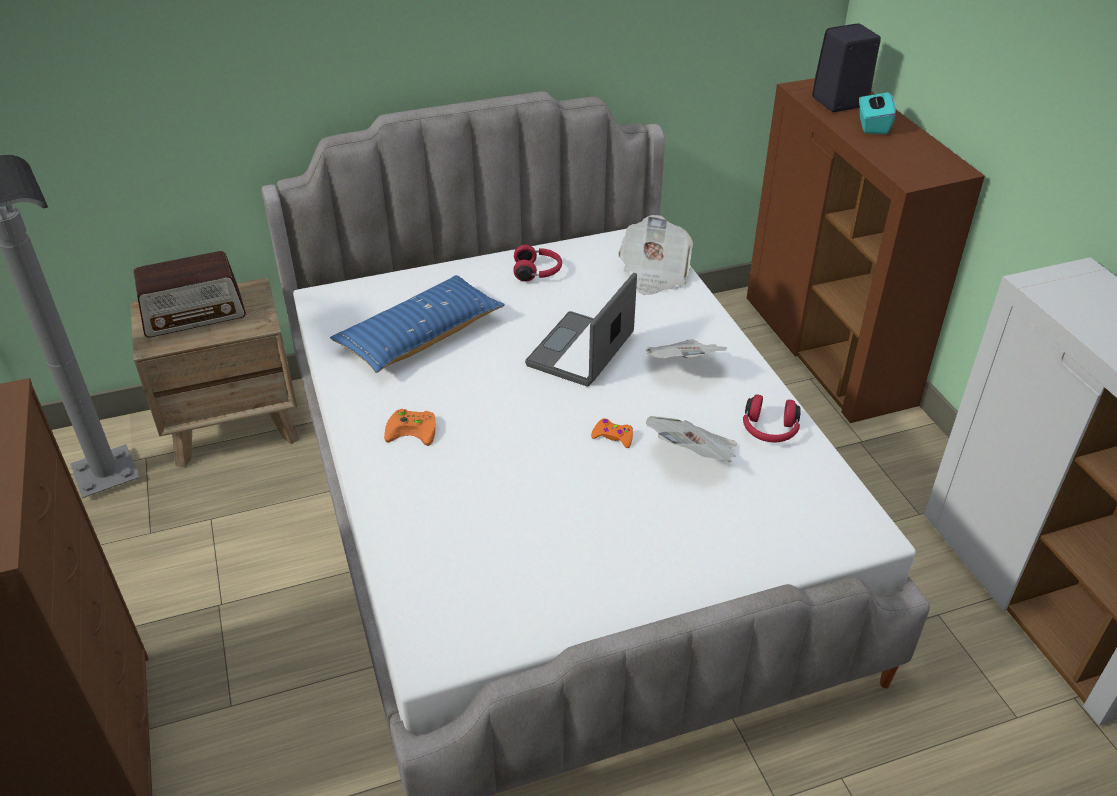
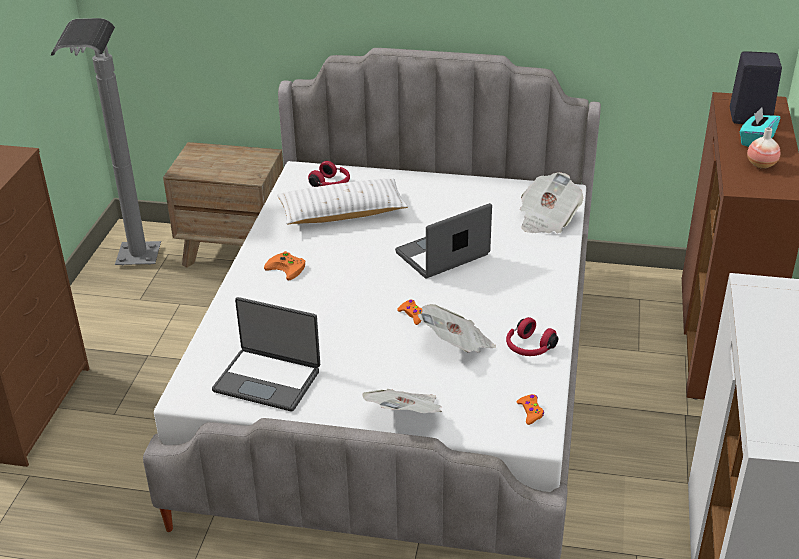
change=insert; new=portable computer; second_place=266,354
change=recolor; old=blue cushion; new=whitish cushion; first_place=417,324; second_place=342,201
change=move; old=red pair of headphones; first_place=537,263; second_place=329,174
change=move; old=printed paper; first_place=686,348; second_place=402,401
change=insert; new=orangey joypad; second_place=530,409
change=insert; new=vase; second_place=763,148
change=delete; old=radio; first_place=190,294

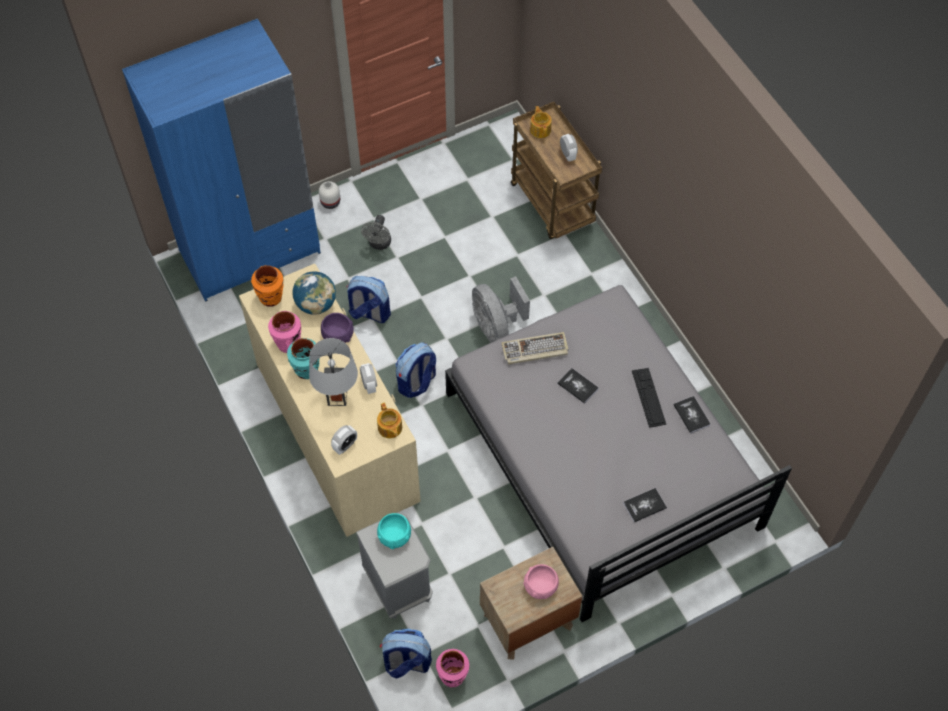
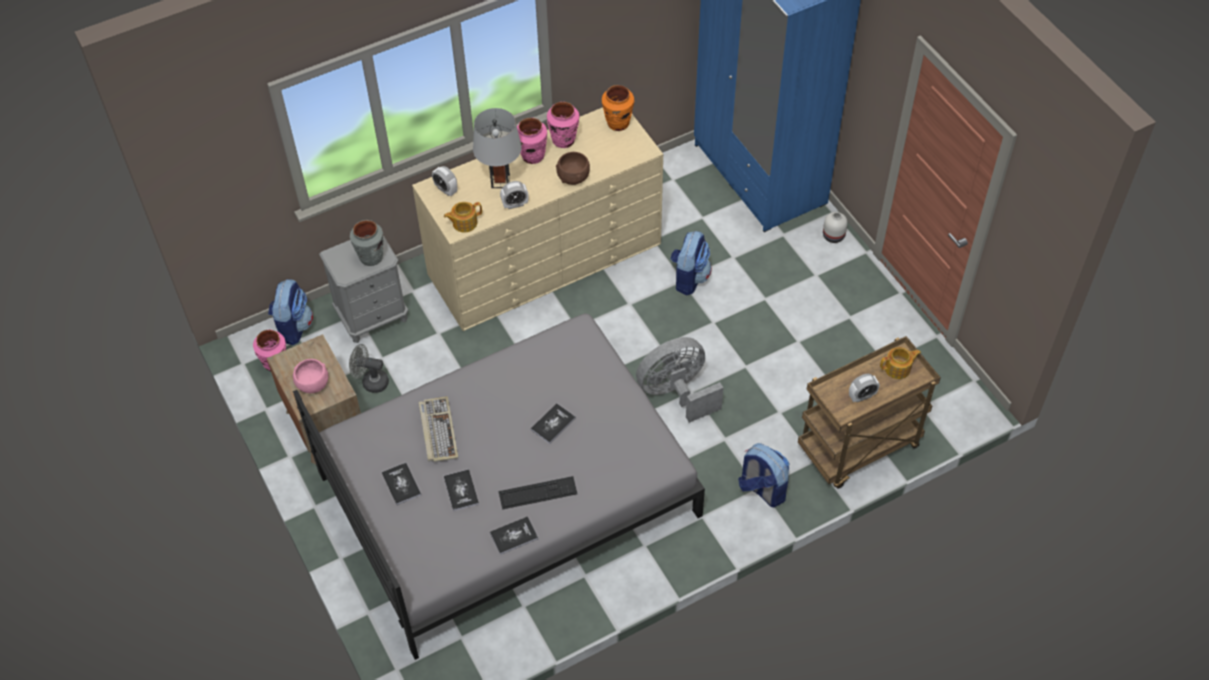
change=move; old=gray electric fan; first_place=376,232; second_place=369,368
change=replace; old=blue-green bowl; new=gray vase; first_place=394,531; second_place=367,243
change=move; old=computer keyboard; first_place=535,348; second_place=438,429
change=insert; new=volume; second_place=461,490
change=recolor; old=blue-green vase; new=pink vase; first_place=303,358; second_place=532,141
change=recolor; old=purplish bowl; new=brownish bowl; first_place=337,328; second_place=573,168
change=move; old=backpack; first_place=416,370; second_place=763,475
change=delete; old=desk globe; first_place=314,293

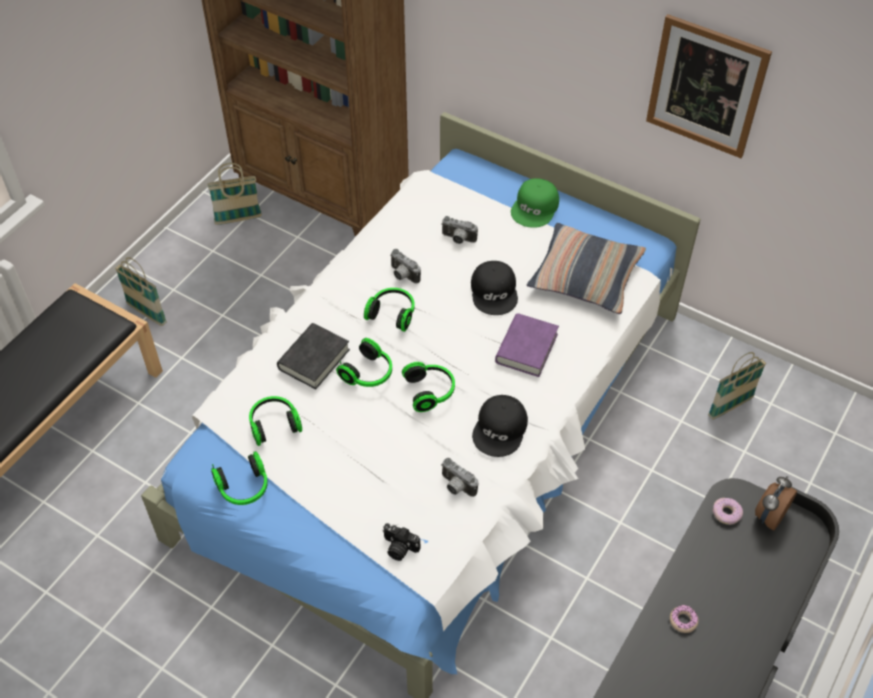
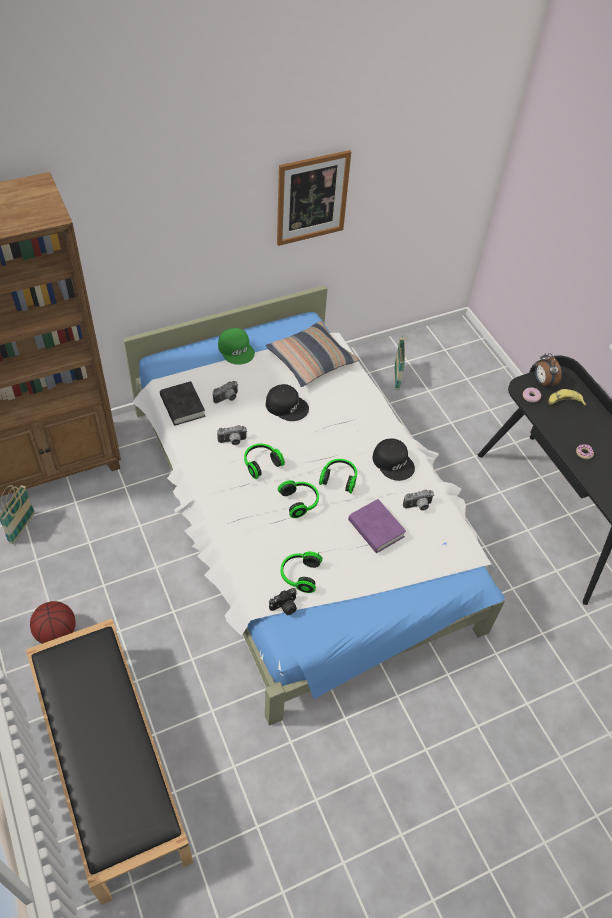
change=replace; old=household basket; new=ball for basketball; first_place=141,291; second_place=53,622
change=move; old=black volume; first_place=313,356; second_place=182,403
change=move; old=still camera; first_place=401,542; second_place=283,601
change=move; old=purplish volume; first_place=527,345; second_place=377,526
change=insert; new=banana; second_place=567,397
change=delete; old=pair of headphones; first_place=239,478

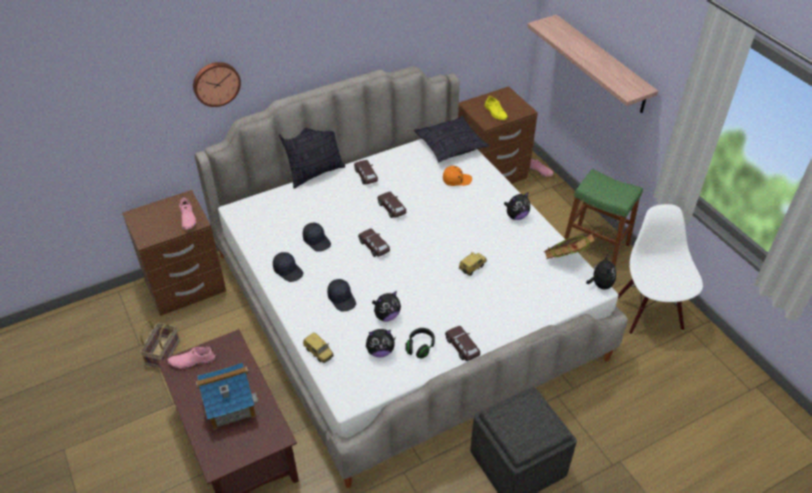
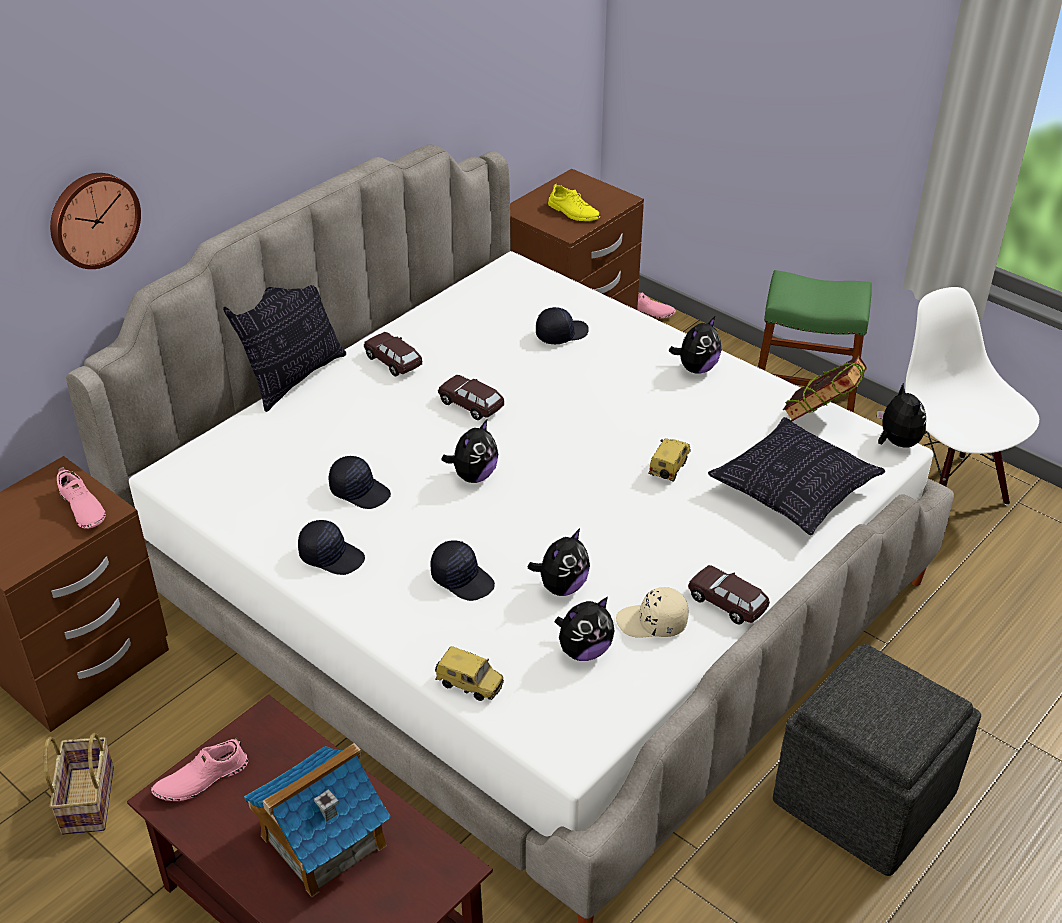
change=replace; old=brownish miniature car; new=cuddly toy; first_place=374,242; second_place=469,451
change=recolor; old=orangey peaked cap; new=black peaked cap; first_place=457,176; second_place=562,325
change=replace; old=black pair of headphones; new=beige peaked cap; first_place=420,343; second_place=652,612
change=move; old=cushion; first_place=451,139; second_place=796,476
change=delete; old=shelf; first_place=592,64

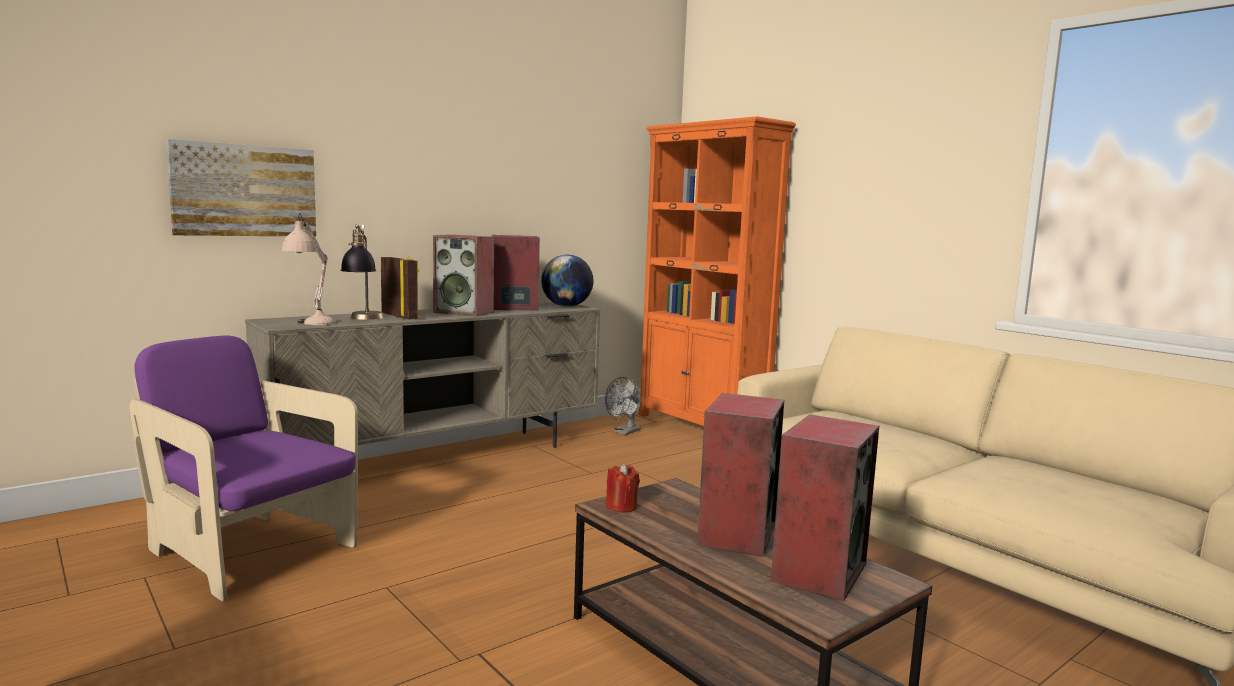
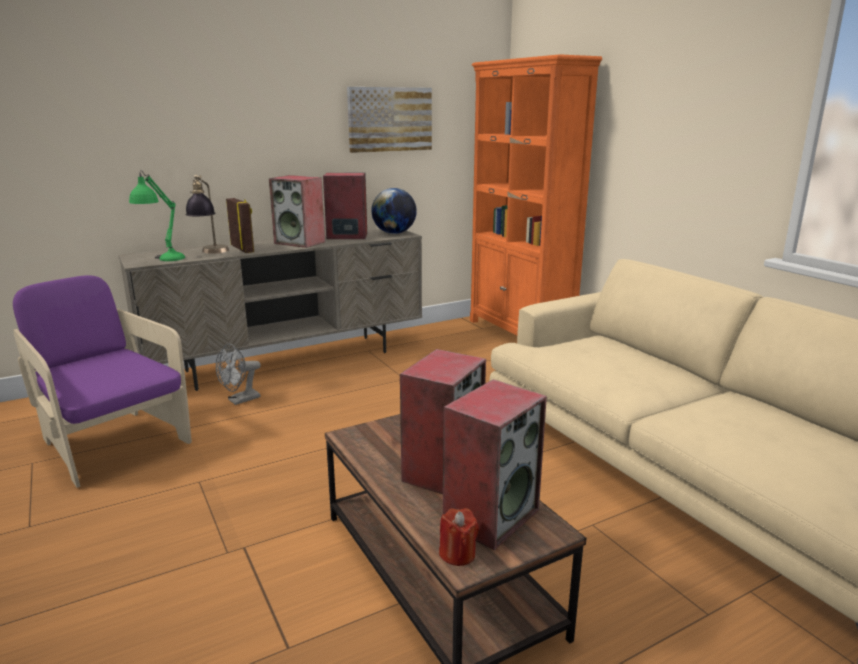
change=recolor; old=beige tabletop lamp; new=greenish tabletop lamp; first_place=308,269; second_place=157,215
change=move; old=gray electric fan; first_place=623,406; second_place=238,374
change=move; old=picture; first_place=241,188; second_place=389,120
change=move; old=red candle; first_place=622,488; second_place=459,537

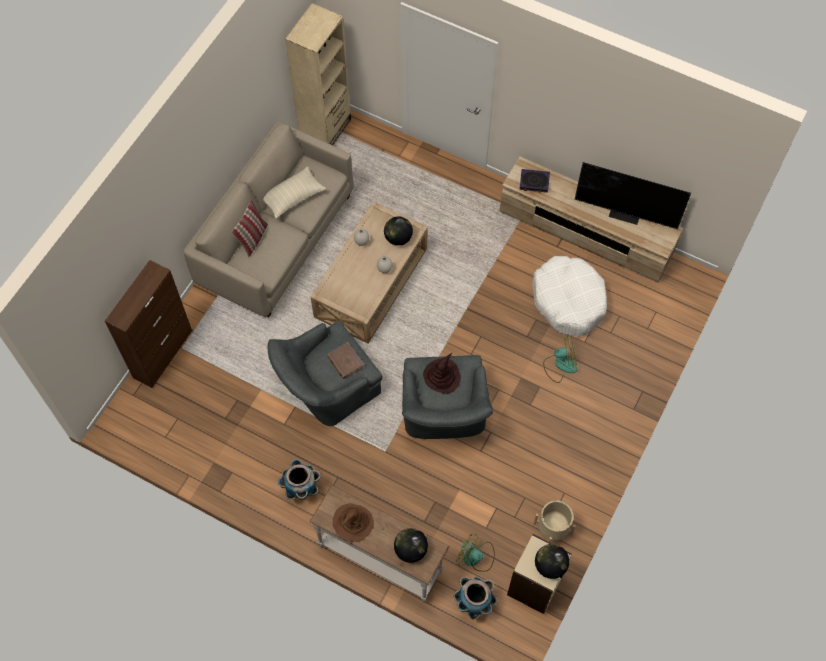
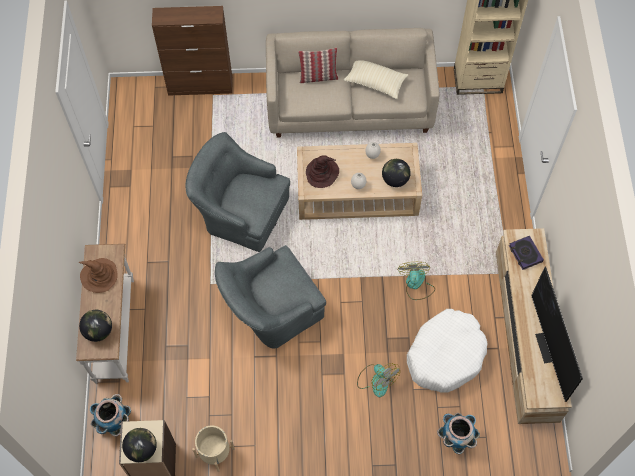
change=move; old=brownish wearable hat; first_place=442,373; second_place=322,172
change=move; old=electric fan; first_place=475,553; second_place=416,281
change=move; old=plant pot; first_place=299,479; second_place=458,433
change=delete; old=brownish volume; first_place=345,360

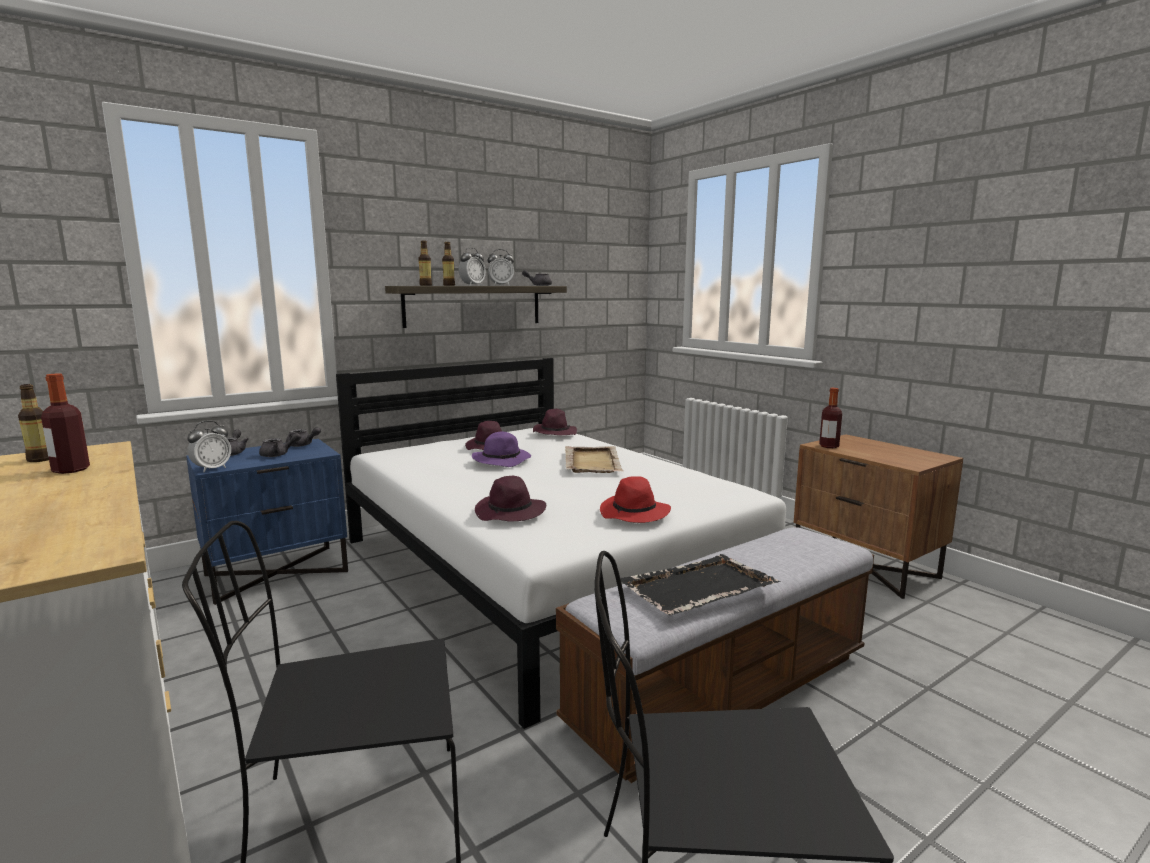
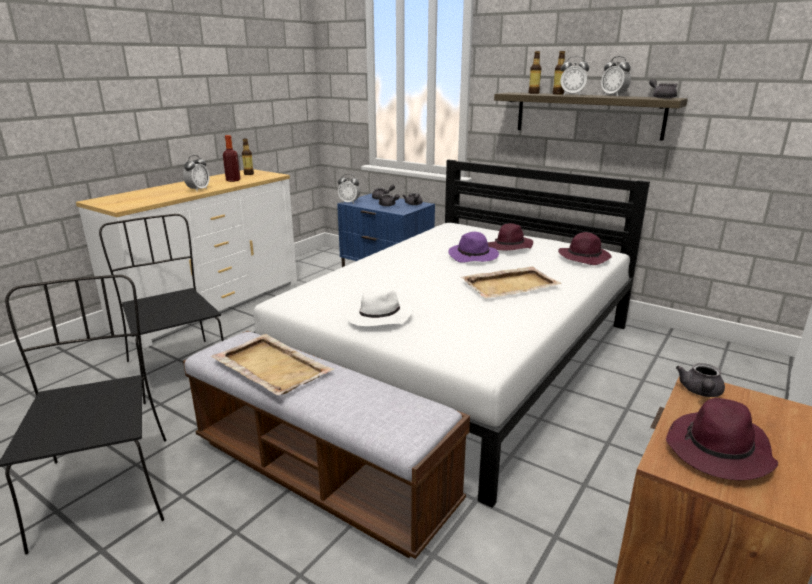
change=insert; new=alarm clock; second_place=196,173
change=recolor; old=black carrying tray; new=beige carrying tray; first_place=700,584; second_place=272,364
change=recolor; old=red wearable hat; new=whitish wearable hat; first_place=635,499; second_place=379,306
change=move; old=purplish wearable hat; first_place=510,498; second_place=722,439
change=replace; old=drink bottle; new=gray teapot; first_place=830,418; second_place=700,380

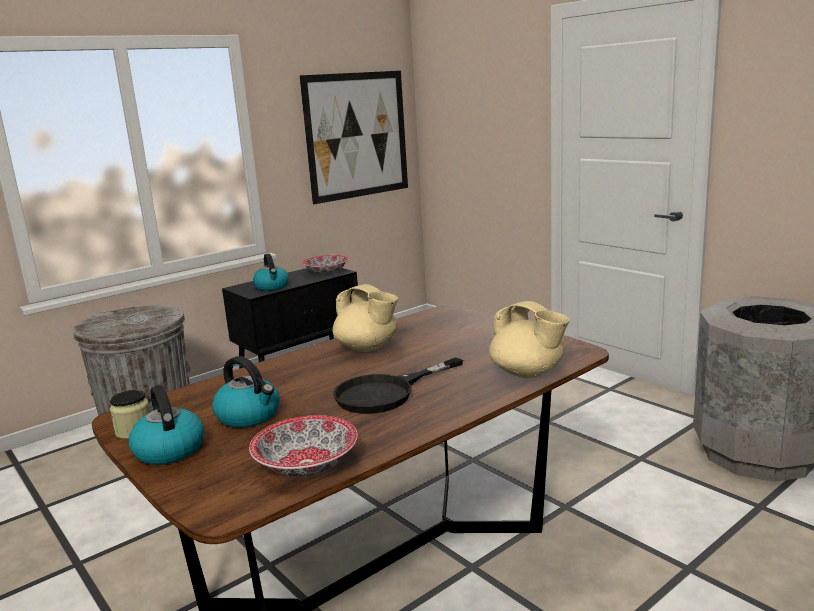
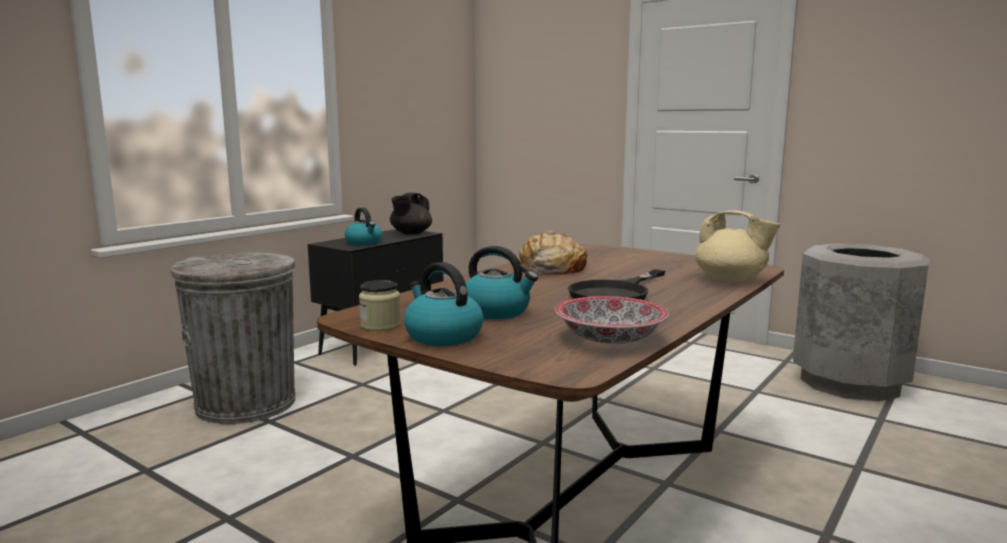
change=replace; old=bowl; new=black teapot; first_place=325,264; second_place=411,214
change=replace; old=beige teapot; new=bread; first_place=365,318; second_place=553,253
change=delete; old=picture; first_place=354,137

